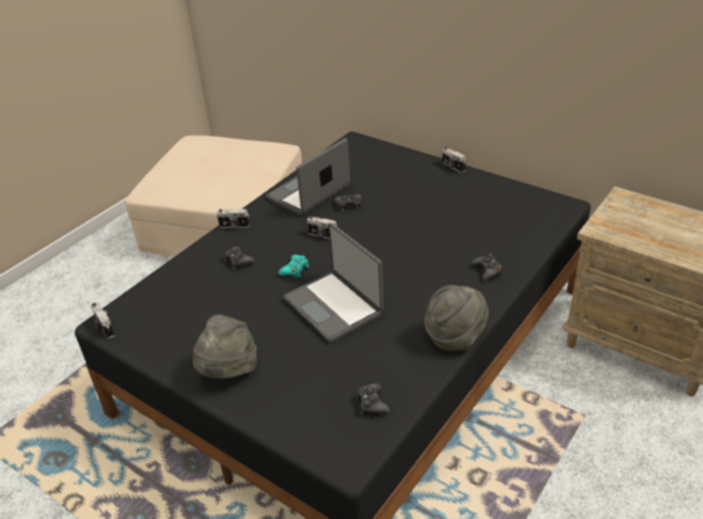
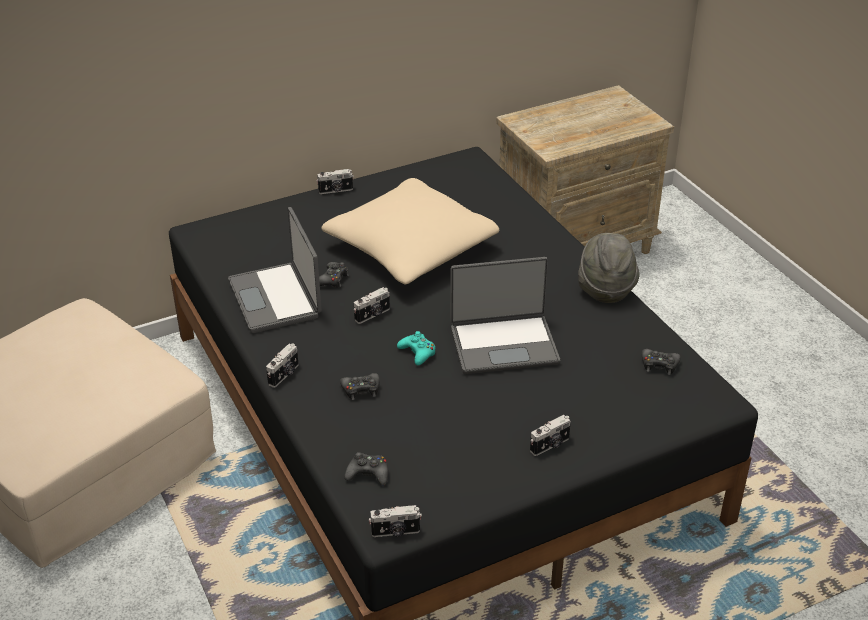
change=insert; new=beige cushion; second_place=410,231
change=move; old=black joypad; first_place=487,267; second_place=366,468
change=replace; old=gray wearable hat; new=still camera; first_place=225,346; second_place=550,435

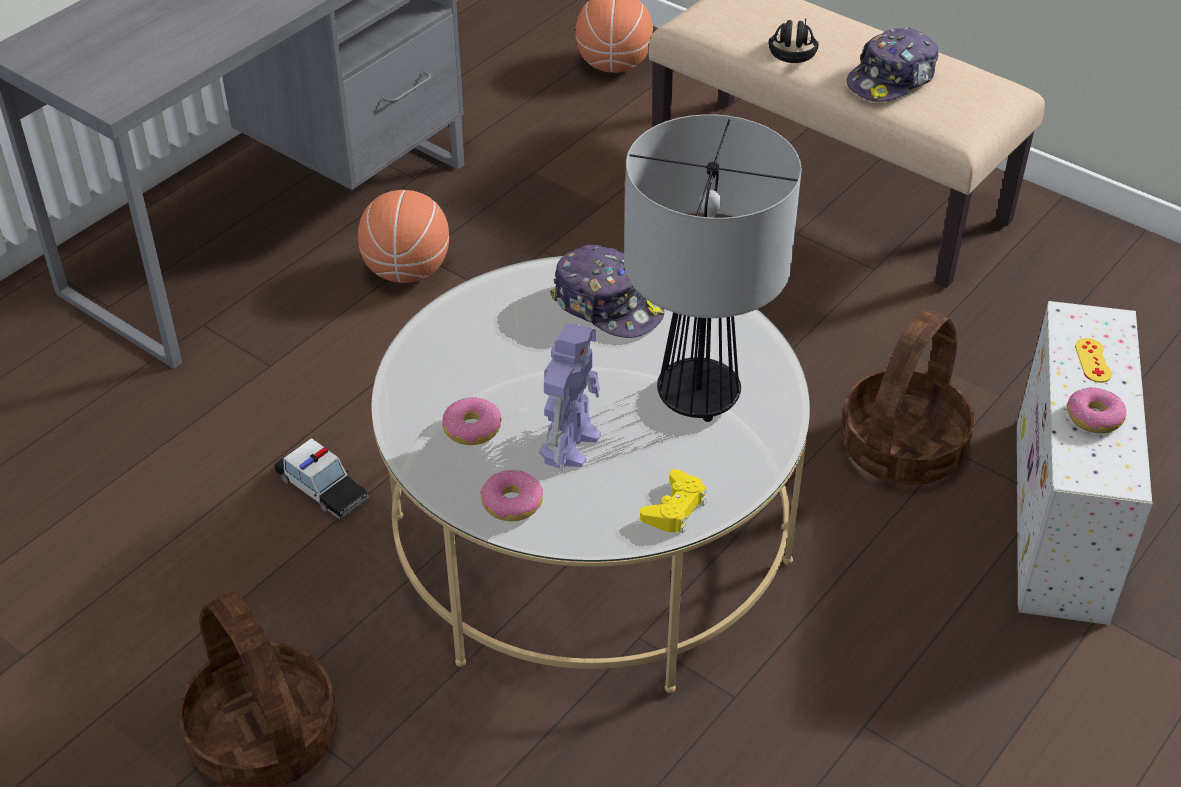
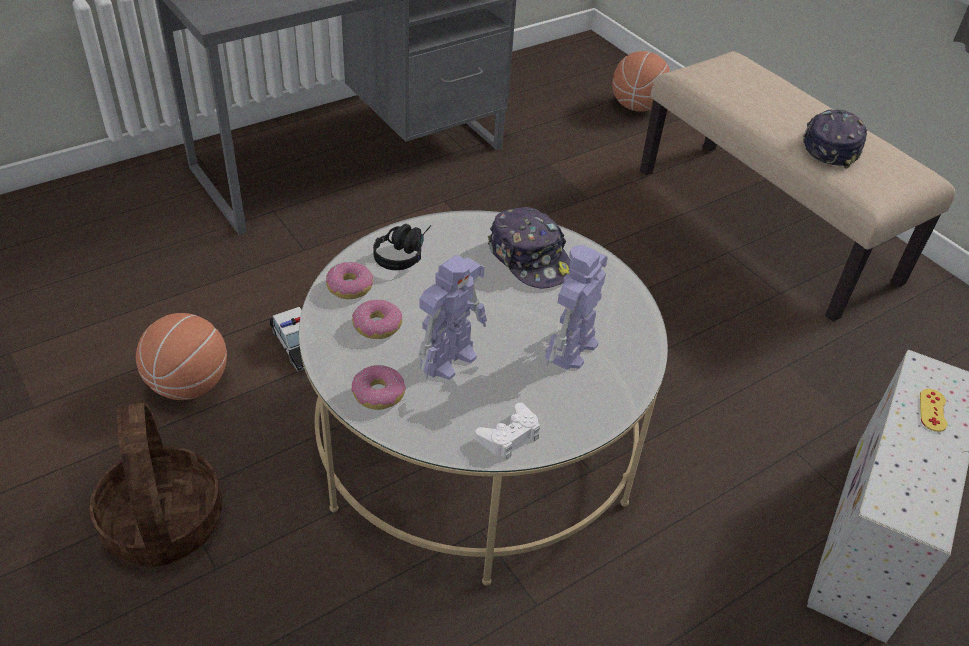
change=move; old=ball for basketball; first_place=403,236; second_place=181,356
change=move; old=donut; first_place=1096,410; second_place=349,280
change=move; old=black pair of headphones; first_place=793,40; second_place=402,247
change=recolor; old=yellowish joypad; new=whitish joypad; first_place=673,501; second_place=507,431
change=replace; old=tabletop lamp; new=robot figure; first_place=713,268; second_place=576,307
change=rotate; old=peaked cap; first_place=892,65; second_place=835,139; degrees=135
change=delete; old=household basket; first_place=908,397

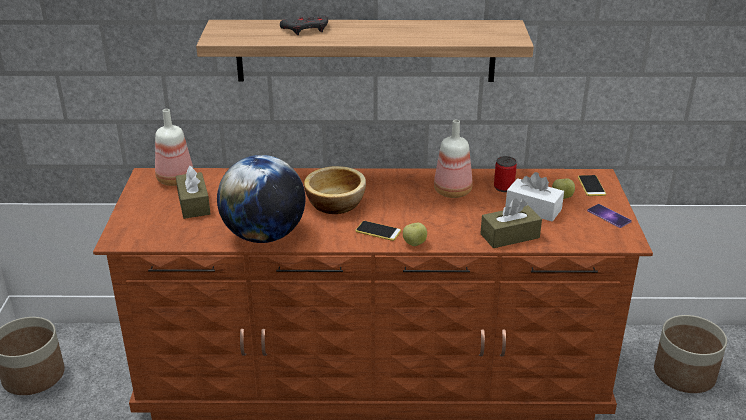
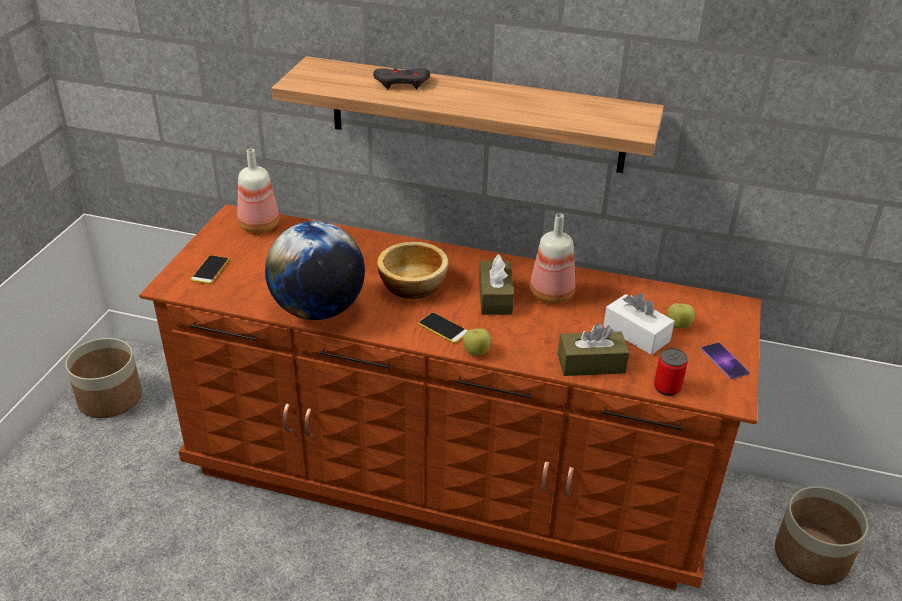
change=move; old=telephone; first_place=592,185; second_place=209,269
change=move; old=brownish tissue holder; first_place=193,192; second_place=496,284
change=move; old=sealed can; first_place=505,174; second_place=670,372

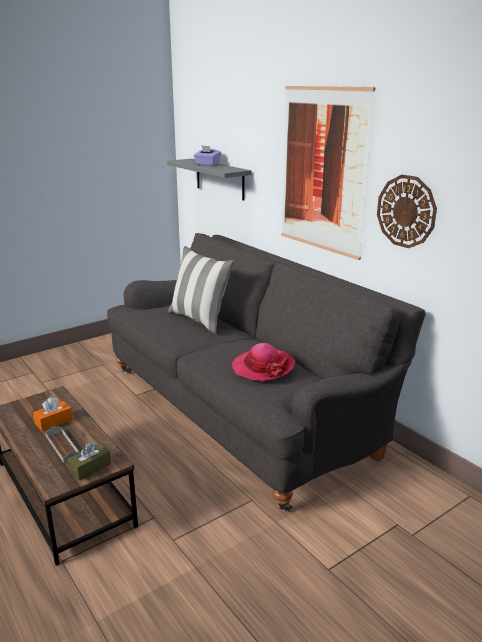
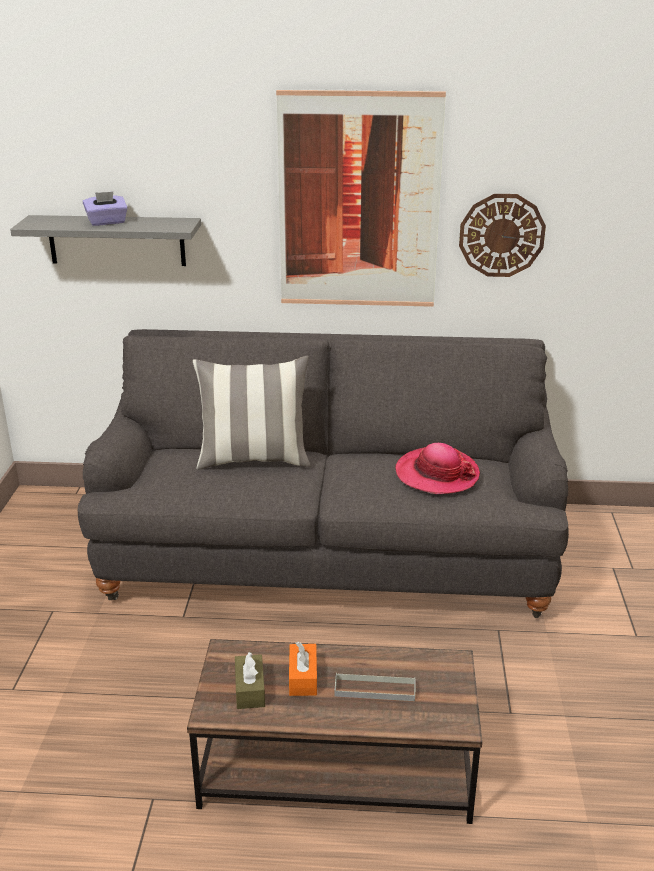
change=move; old=brownish tissue holder; first_place=89,461; second_place=250,680

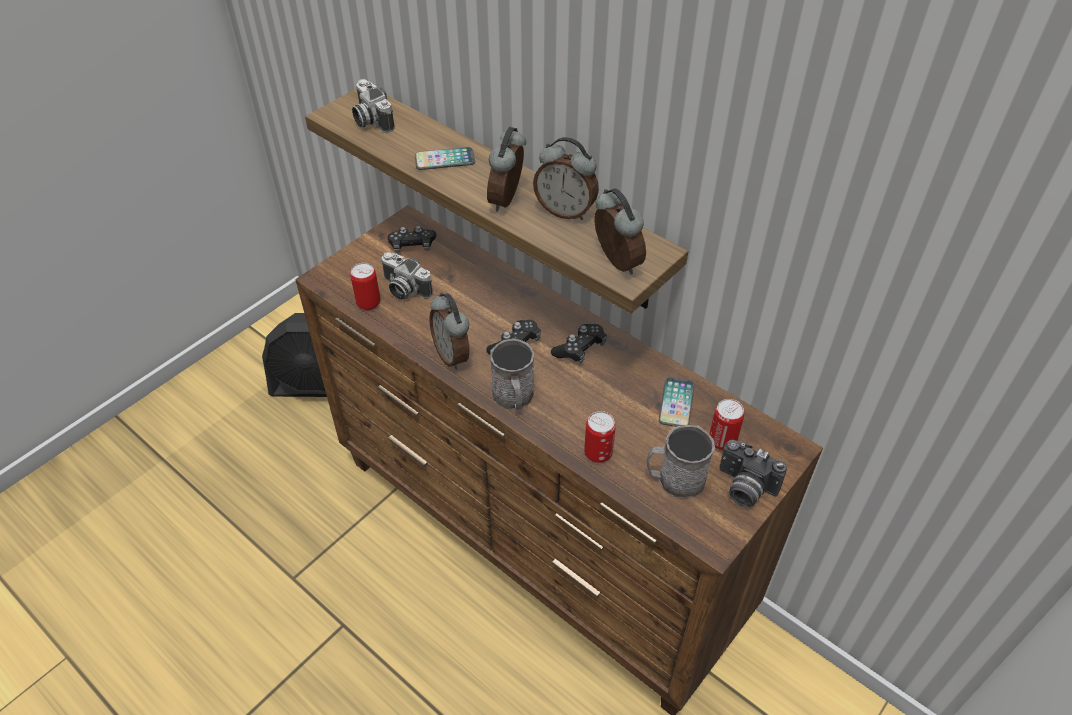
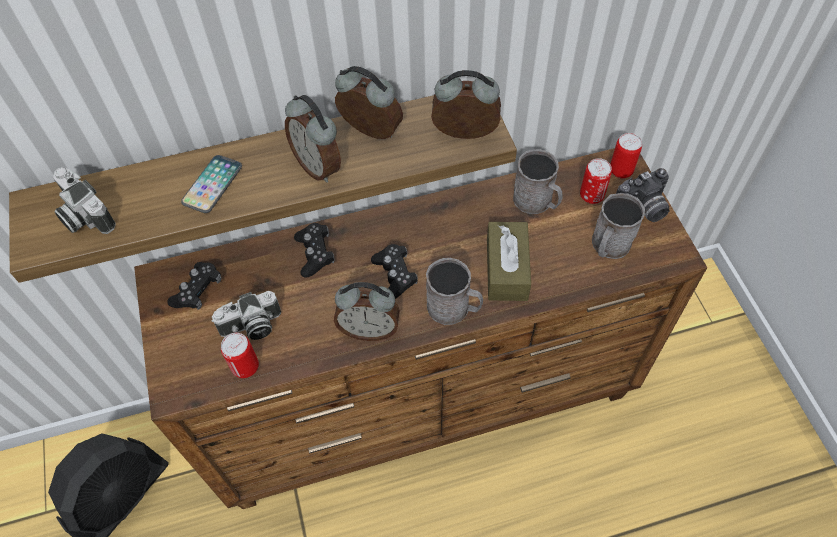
change=rotate; old=still camera; first_place=373,106; second_place=84,200; degrees=45
change=move; old=black joypad; first_place=579,344; second_place=314,250
change=rotate; old=alarm clock; first_place=566,178; second_place=369,102; degrees=-120
change=insert; new=brownish tissue holder; second_place=509,261
change=replace; old=telephone; new=gray tea mug; first_place=677,402; second_place=537,181
change=move; old=sealed can; first_place=600,437; second_place=626,155

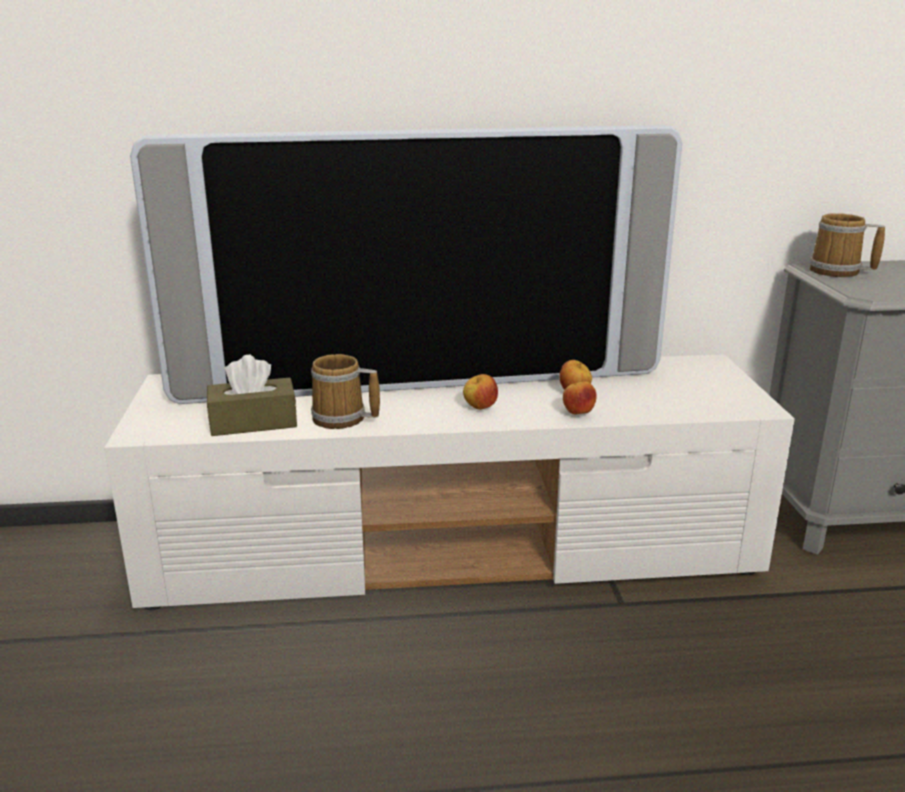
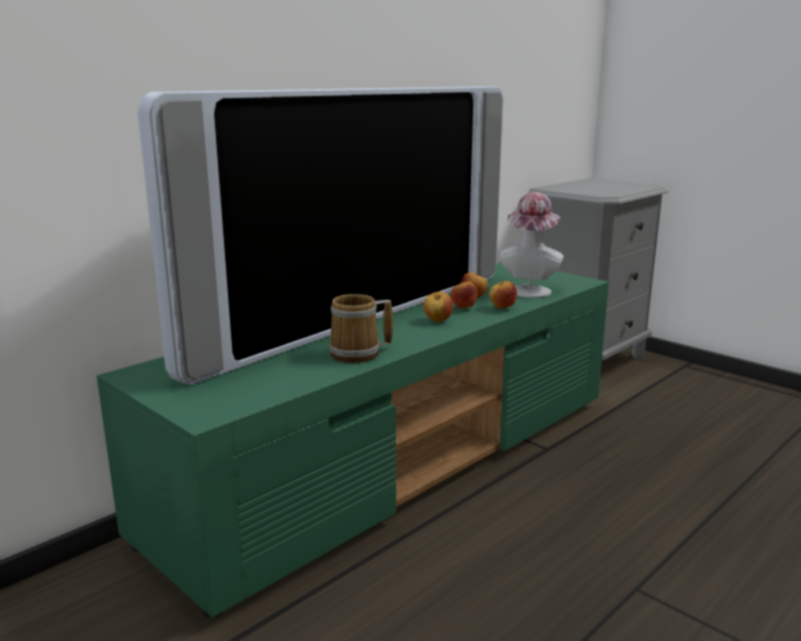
change=recolor; old=whitish tv unit; new=greenish tv unit; first_place=449,482; second_place=353,440
change=insert; new=apple; second_place=464,295
change=insert; new=wearable hat; second_place=532,245
change=delete; old=brownish tissue holder; first_place=252,395
change=delete; old=tea mug; first_place=847,245

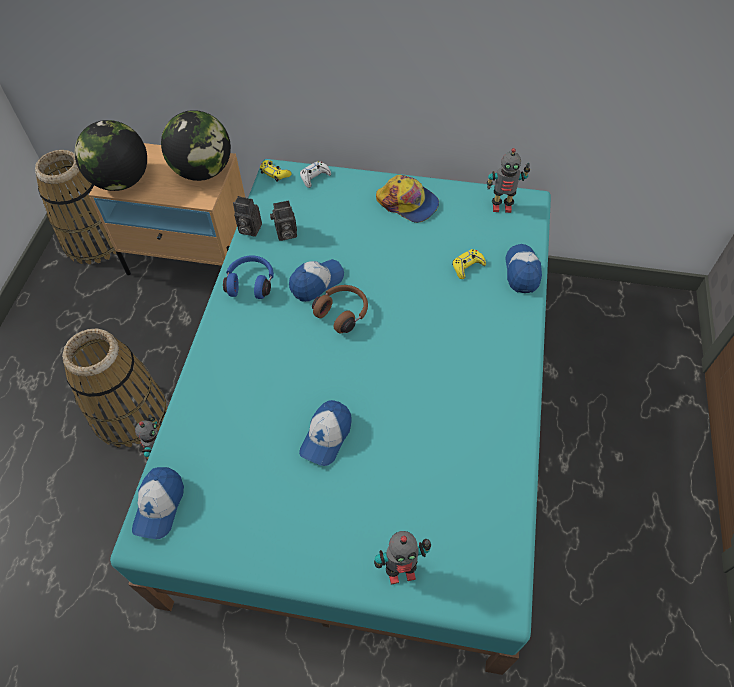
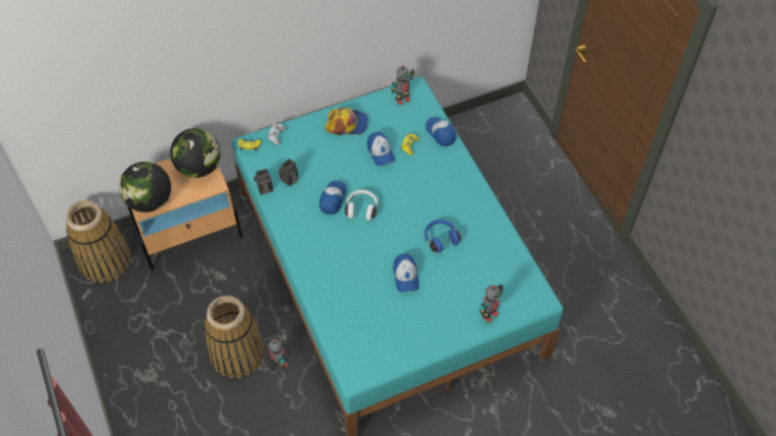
change=recolor; old=brownish pair of headphones; new=whitish pair of headphones; first_place=340,309; second_place=361,205
change=move; old=peaked cap; first_place=158,503; second_place=381,149
change=move; old=blue pair of headphones; first_place=248,277; second_place=442,236

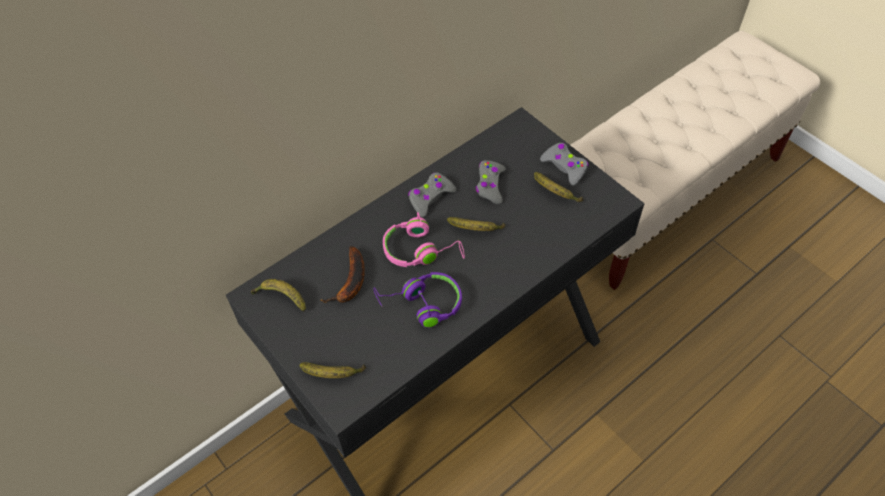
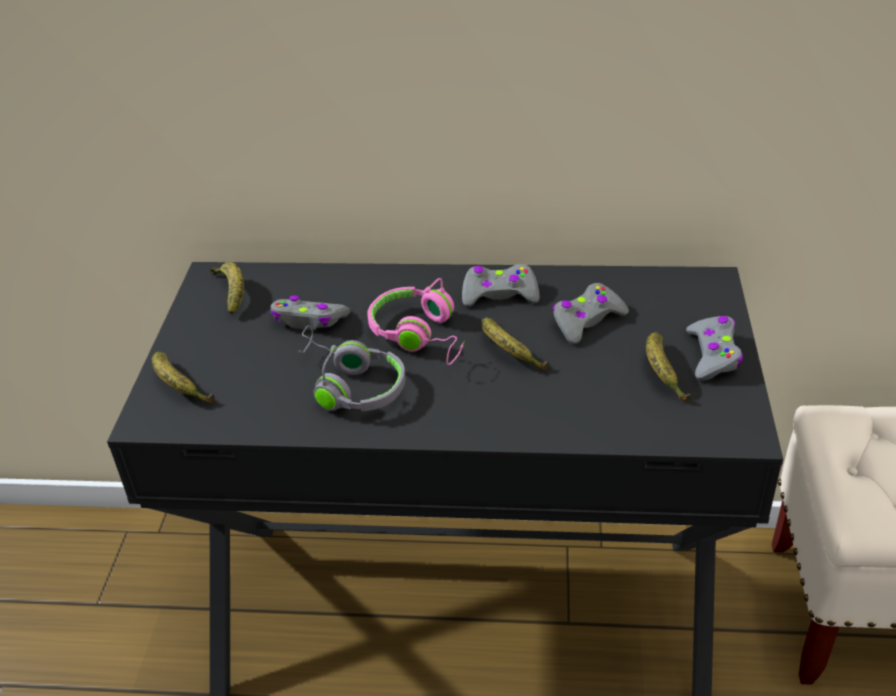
change=replace; old=banana; new=gray joypad; first_place=343,274; second_place=310,312
change=recolor; old=purplish pair of headphones; new=gray pair of headphones; first_place=418,300; second_place=351,368

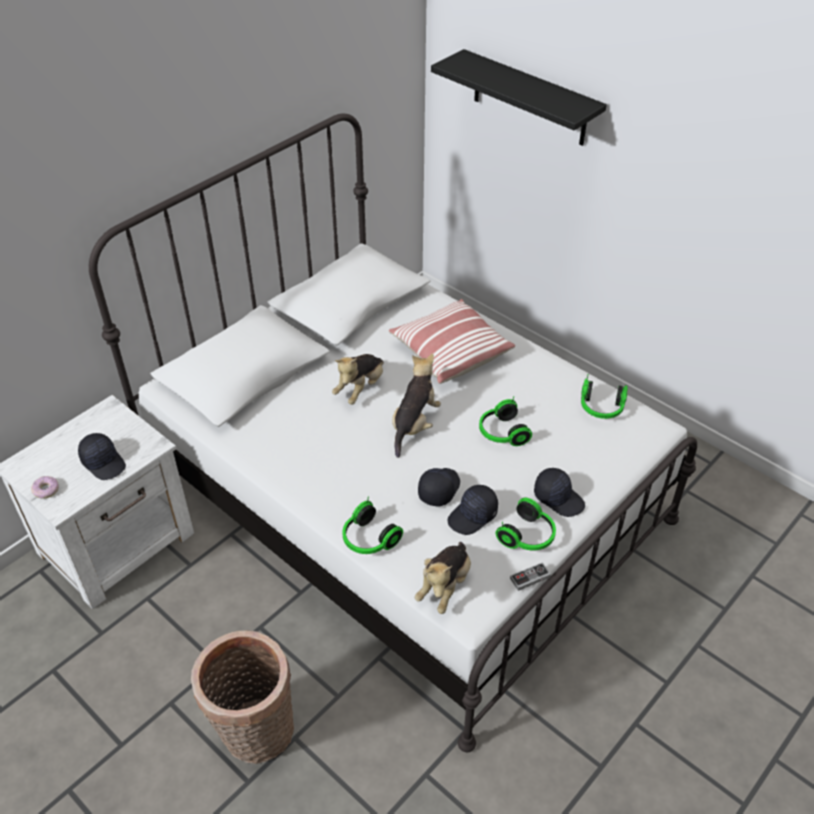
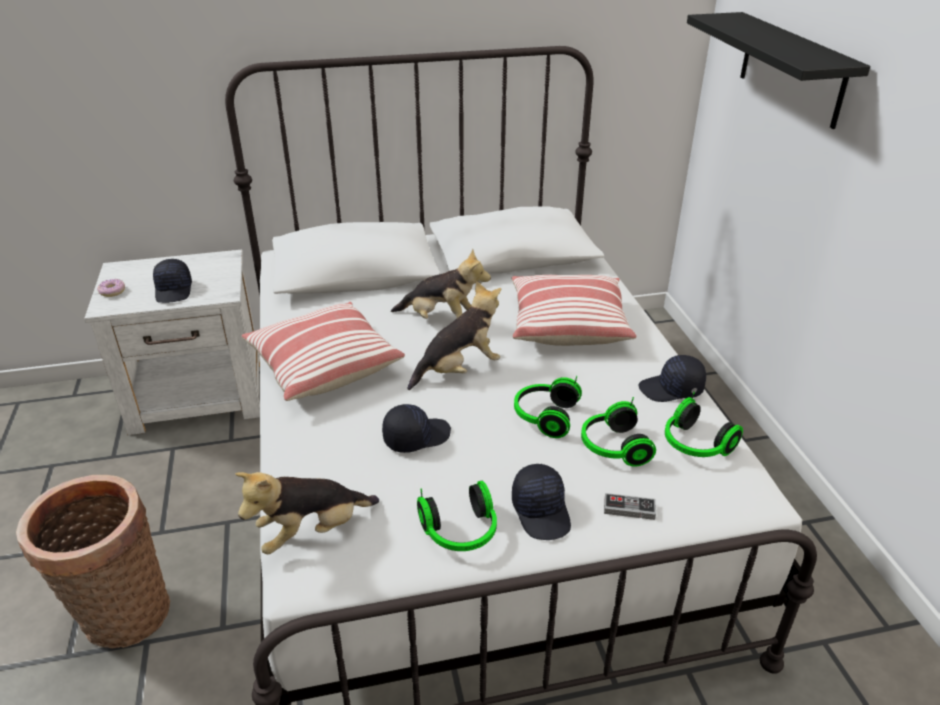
change=insert; new=cushion; second_place=323,351
change=rotate; old=cuddly toy; first_place=358,379; second_place=441,284; degrees=-135
change=move; old=pair of headphones; first_place=372,525; second_place=618,432
change=move; old=joypad; first_place=530,576; second_place=630,506
change=move; old=black peaked cap; first_place=472,510; second_place=672,378

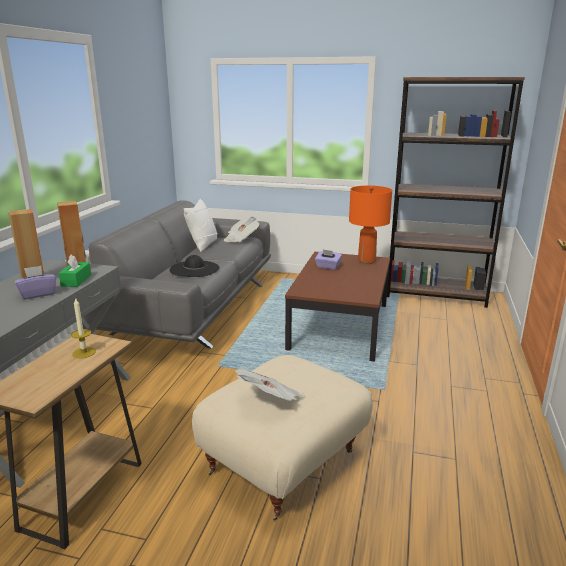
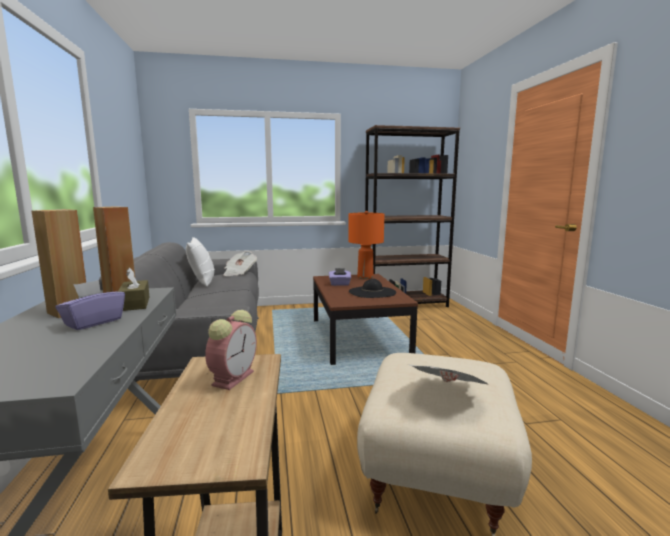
change=recolor; old=greenish tissue holder; new=brownish tissue holder; first_place=75,270; second_place=134,289
change=replace; old=candle; new=alarm clock; first_place=83,327; second_place=231,350
change=move; old=black wearable hat; first_place=194,266; second_place=372,288

